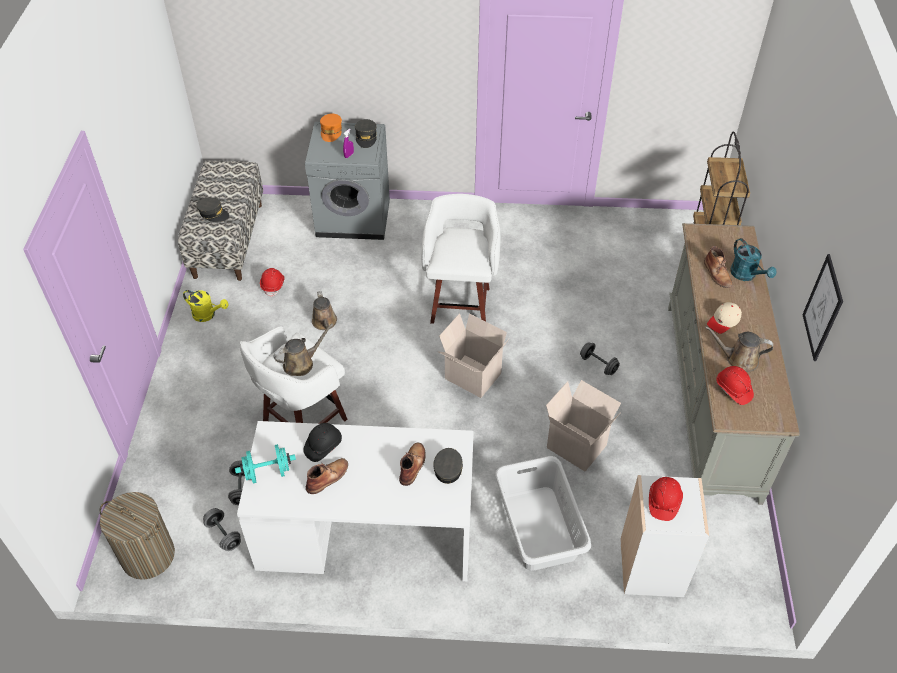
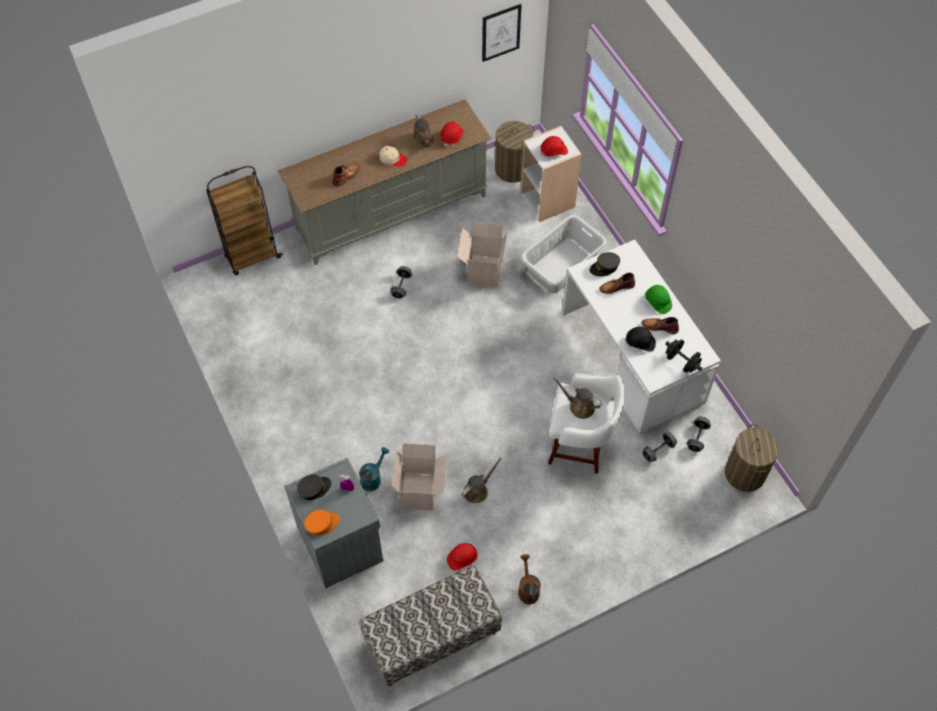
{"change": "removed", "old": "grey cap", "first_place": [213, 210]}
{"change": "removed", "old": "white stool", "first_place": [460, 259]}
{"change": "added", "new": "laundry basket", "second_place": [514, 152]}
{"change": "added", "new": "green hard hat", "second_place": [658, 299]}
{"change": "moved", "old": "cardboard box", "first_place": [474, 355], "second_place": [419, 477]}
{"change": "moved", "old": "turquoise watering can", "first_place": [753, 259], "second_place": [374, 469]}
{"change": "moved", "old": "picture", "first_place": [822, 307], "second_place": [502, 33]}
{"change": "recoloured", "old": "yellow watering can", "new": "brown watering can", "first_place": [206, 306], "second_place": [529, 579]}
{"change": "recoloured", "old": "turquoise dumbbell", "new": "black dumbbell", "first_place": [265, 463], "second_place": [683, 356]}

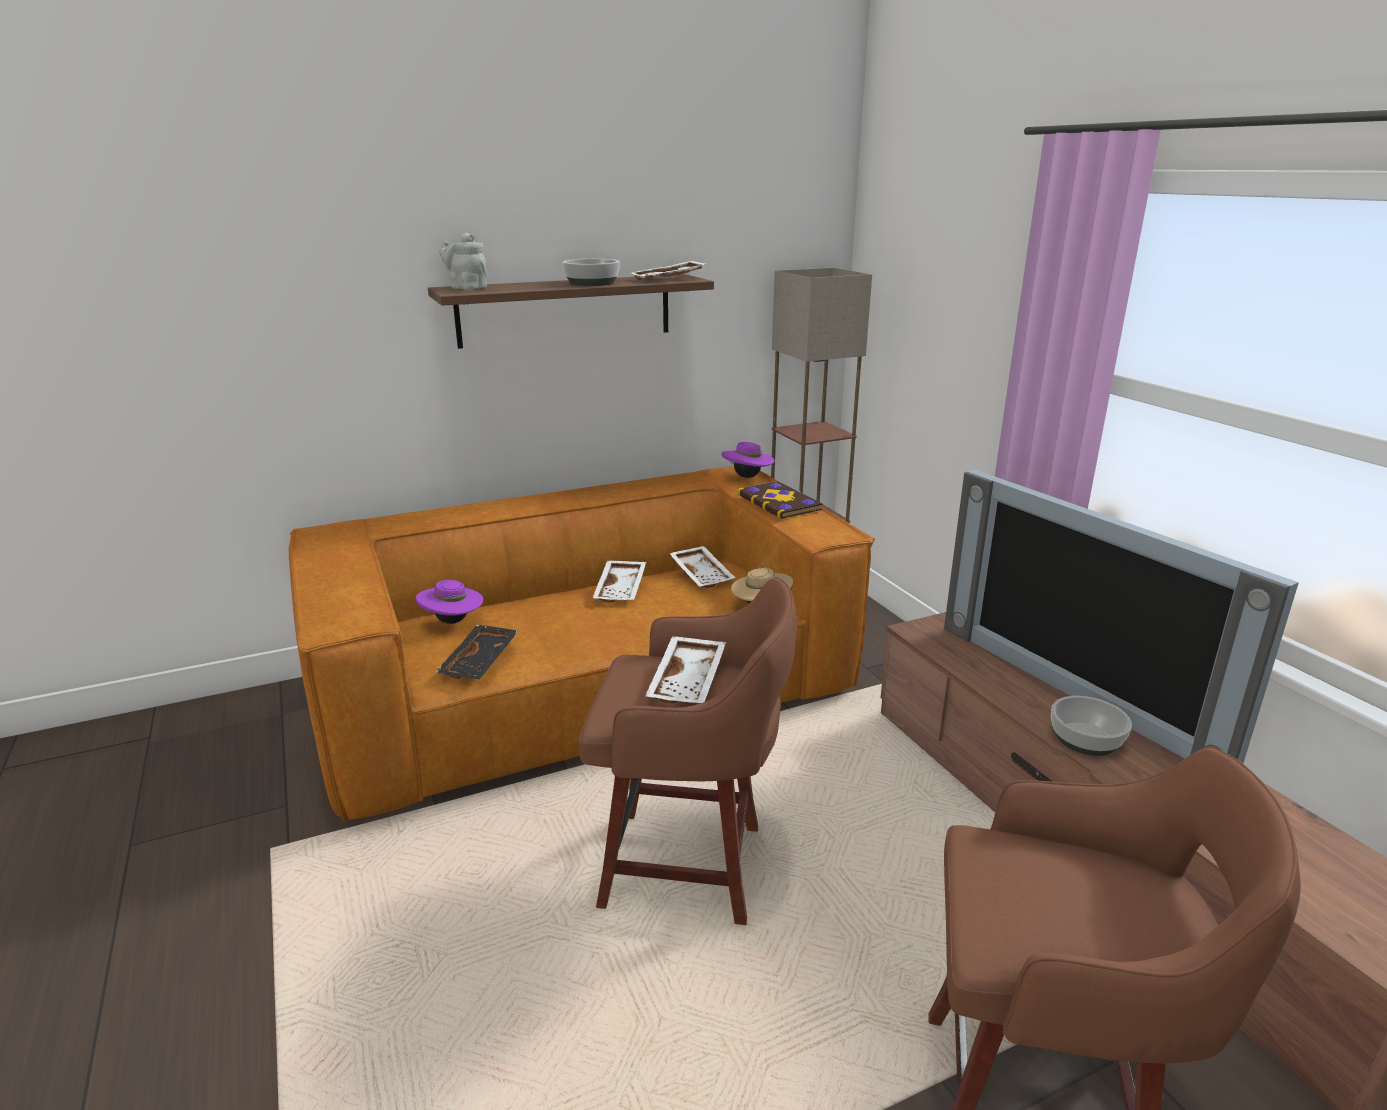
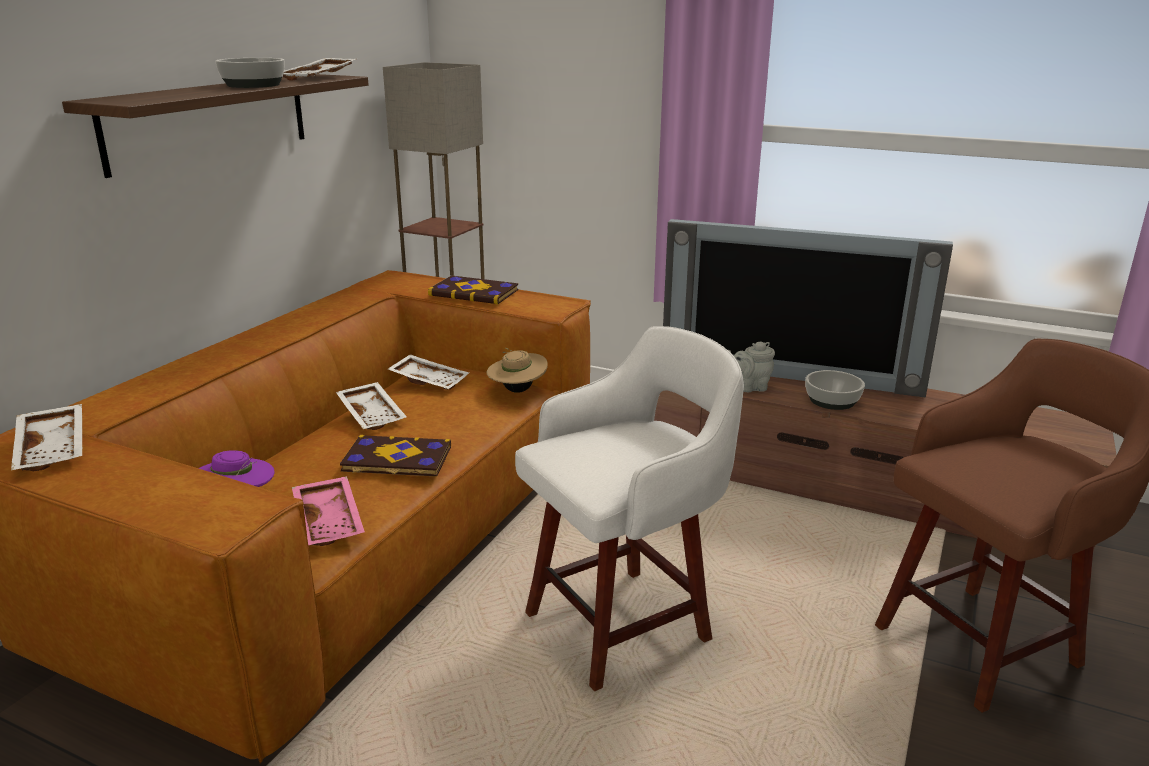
{"change": "removed", "old": "purple hat", "first_place": [748, 460]}
{"change": "added", "new": "book", "second_place": [395, 456]}
{"change": "moved", "old": "grey teapot", "first_place": [463, 261], "second_place": [751, 366]}
{"change": "moved", "old": "white tray", "first_place": [685, 669], "second_place": [46, 437]}
{"change": "recoloured", "old": "black tray", "new": "pink tray", "first_place": [476, 652], "second_place": [328, 511]}
{"change": "recoloured", "old": "brown stool", "new": "white stool", "first_place": [688, 751], "second_place": [629, 508]}

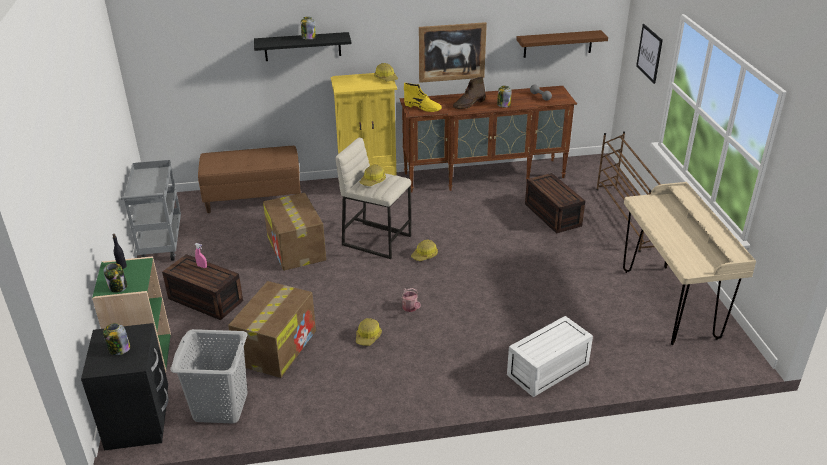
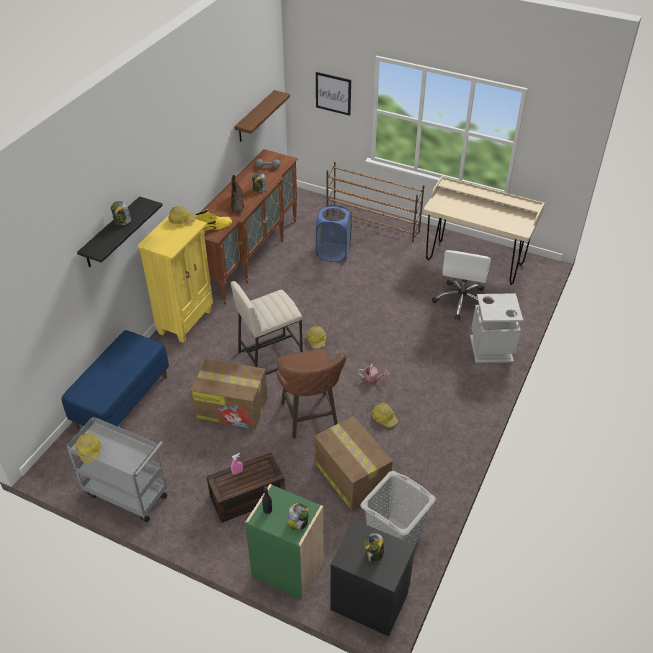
{"change": "removed", "old": "picture", "first_place": [453, 52]}
{"change": "added", "new": "brown stool", "second_place": [312, 393]}
{"change": "added", "new": "white office chair", "second_place": [461, 285]}
{"change": "moved", "old": "hard hat", "first_place": [373, 175], "second_place": [88, 448]}
{"change": "replaced", "old": "white storage box", "new": "grey trash can", "first_place": [550, 356], "second_place": [496, 328]}
{"change": "replaced", "old": "brown storage box", "new": "blue laundry basket", "first_place": [555, 203], "second_place": [334, 233]}
{"change": "recoloured", "old": "brown bench", "new": "blue bench", "first_place": [249, 179], "second_place": [115, 380]}

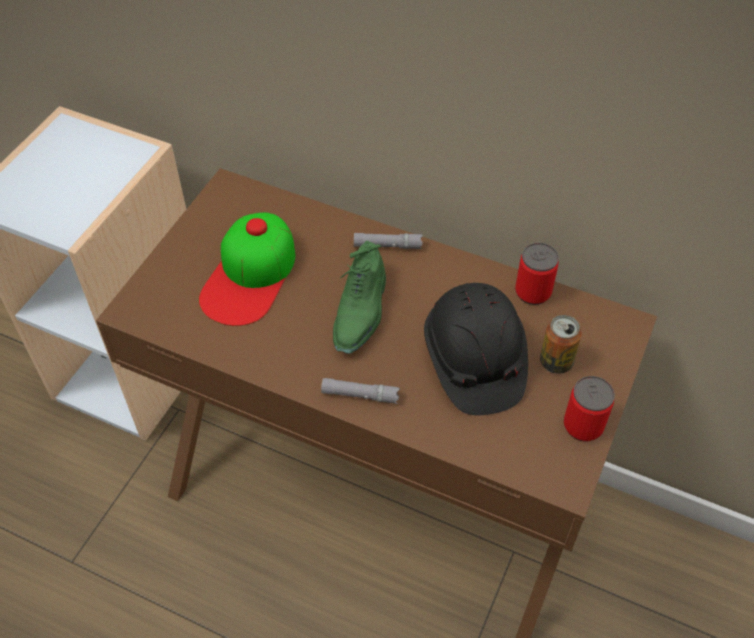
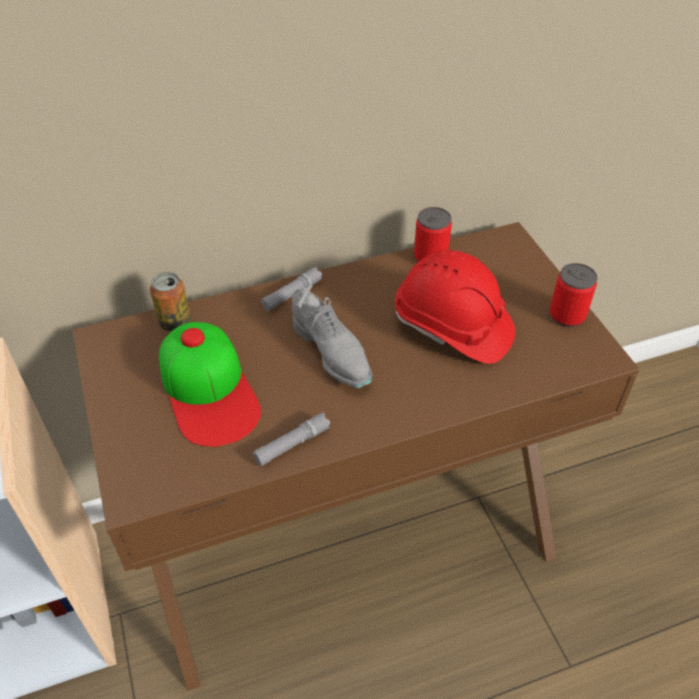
{"change": "moved", "old": "grey flashlight", "first_place": [360, 391], "second_place": [291, 440]}
{"change": "moved", "old": "can", "first_place": [561, 344], "second_place": [170, 301]}
{"change": "recoloured", "old": "green shoe", "new": "grey shoe", "first_place": [359, 297], "second_place": [332, 336]}
{"change": "recoloured", "old": "black hard hat", "new": "red hard hat", "first_place": [476, 349], "second_place": [455, 307]}

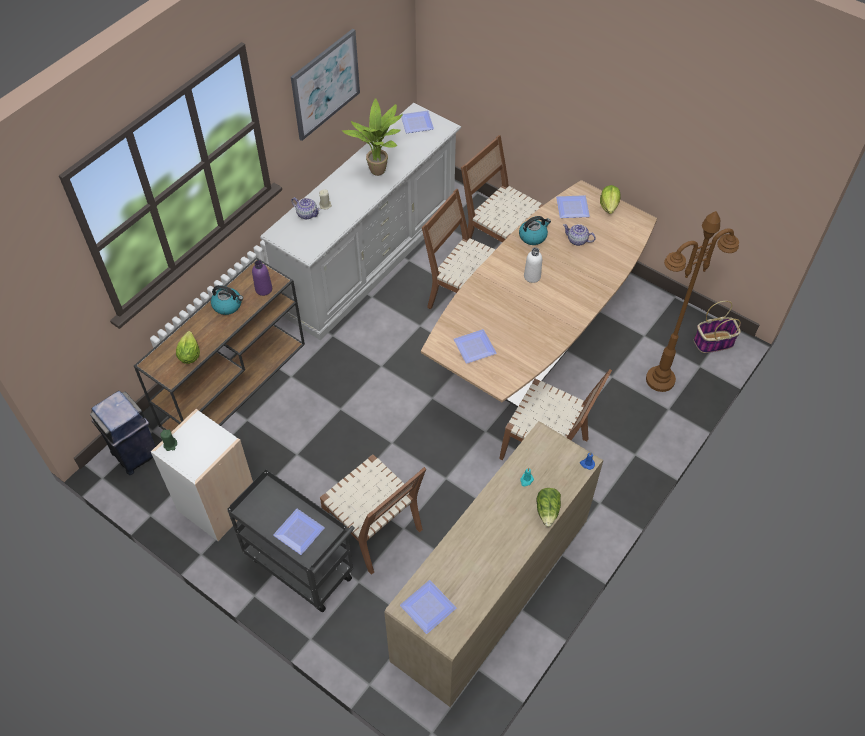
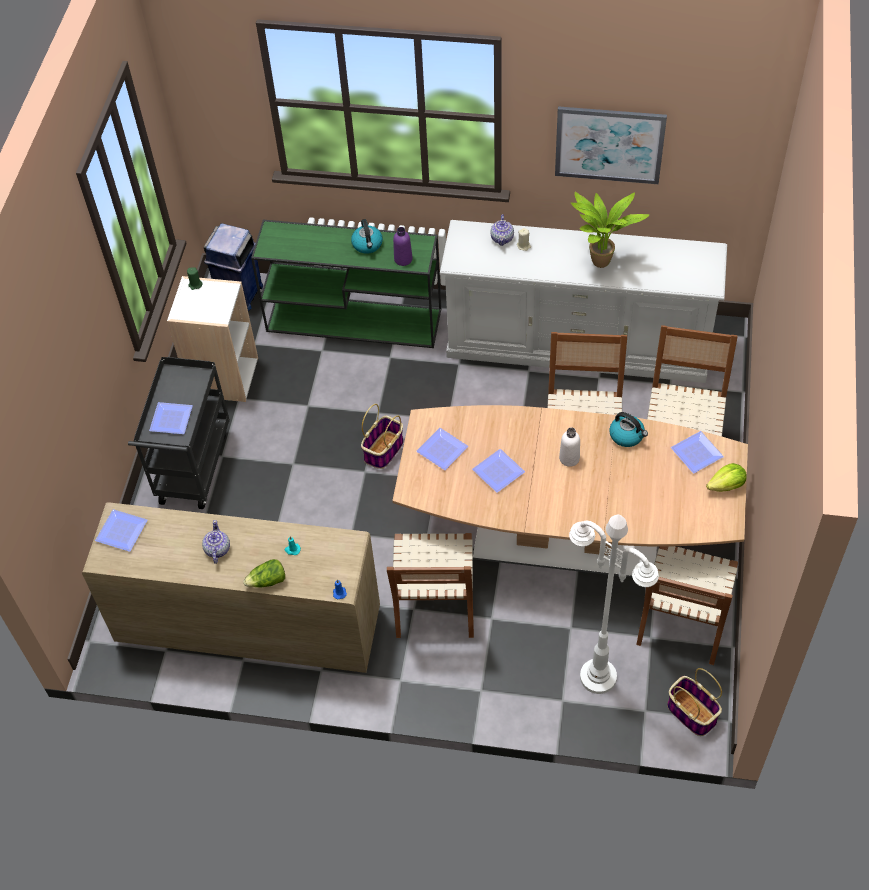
{"change": "removed", "old": "lettuce", "first_place": [188, 347]}
{"change": "added", "new": "basket", "second_place": [382, 436]}
{"change": "moved", "old": "chair", "first_place": [373, 514], "second_place": [687, 605]}
{"change": "moved", "old": "plate", "first_place": [417, 121], "second_place": [498, 471]}
{"change": "moved", "old": "teapot", "first_place": [579, 235], "second_place": [216, 542]}
{"change": "recoloured", "old": "brown console table", "new": "green console table", "first_place": [219, 344], "second_place": [346, 284]}
{"change": "recoloured", "old": "brown floor lamp", "new": "white floor lamp", "first_place": [692, 301], "second_place": [614, 604]}

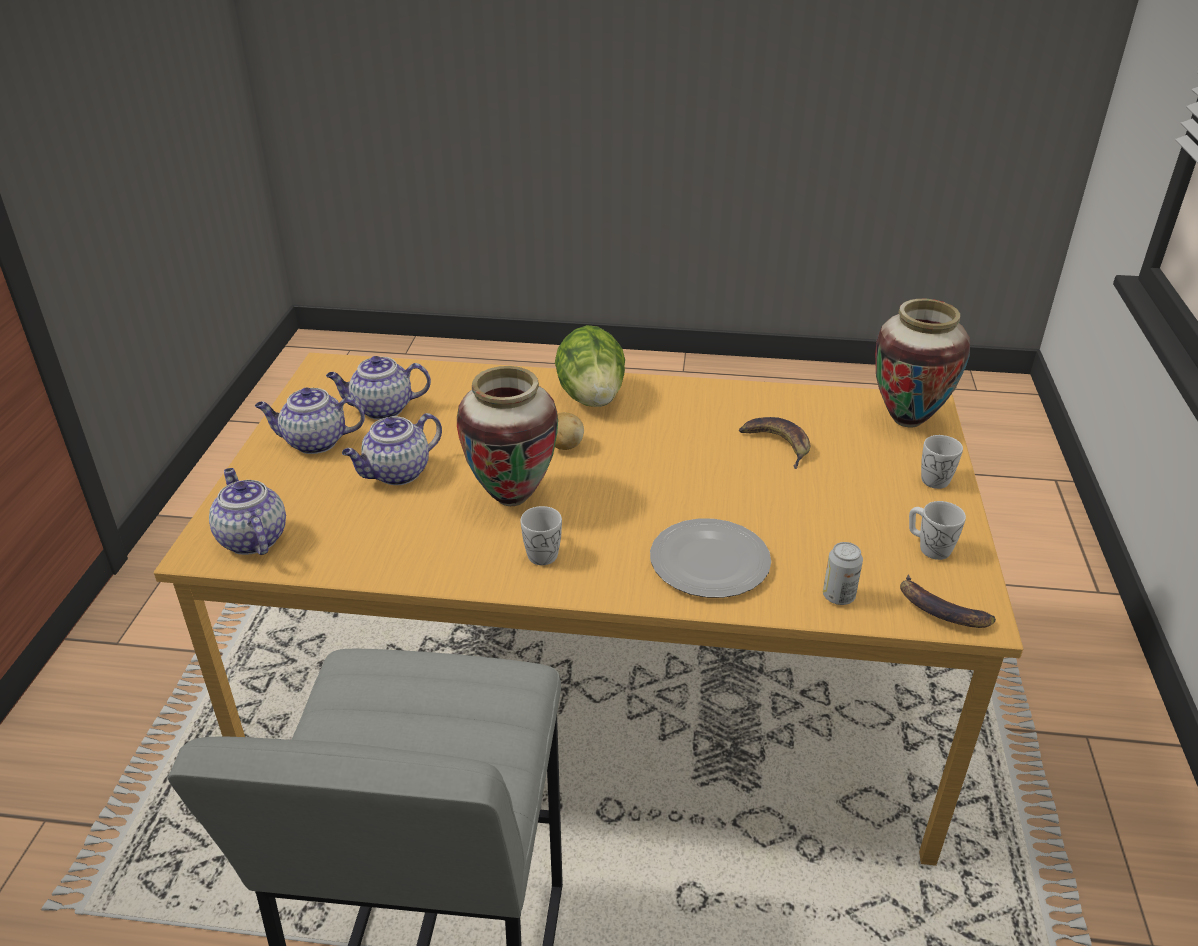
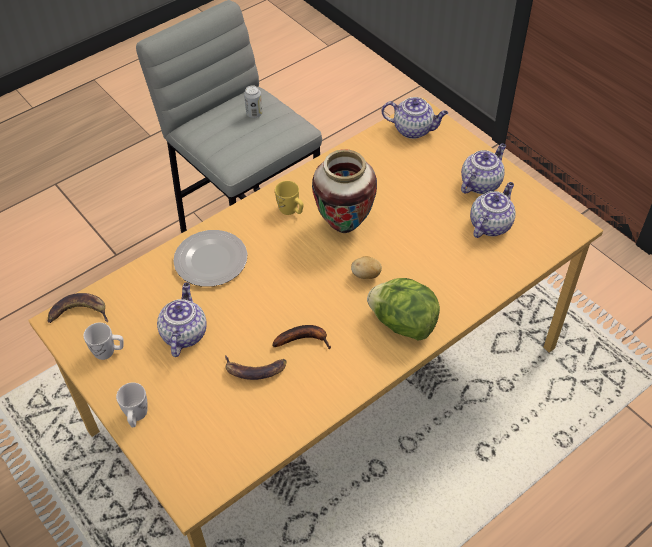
{"change": "removed", "old": "vase", "first_place": [922, 363]}
{"change": "added", "new": "banana", "second_place": [302, 337]}
{"change": "moved", "old": "teapot", "first_place": [392, 449], "second_place": [182, 319]}
{"change": "moved", "old": "can", "first_place": [843, 573], "second_place": [253, 101]}
{"change": "recoloured", "old": "white mug", "new": "yellow mug", "first_place": [541, 535], "second_place": [289, 198]}

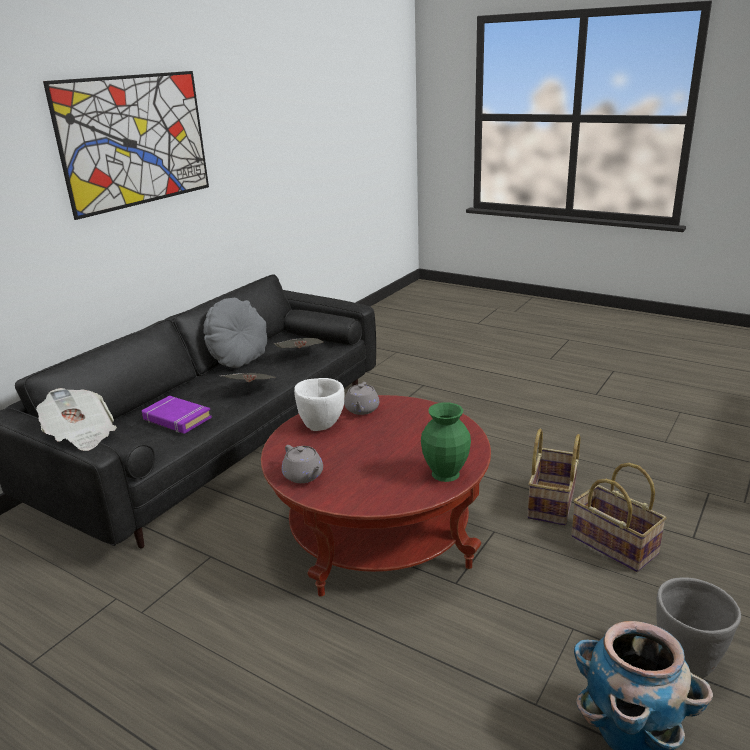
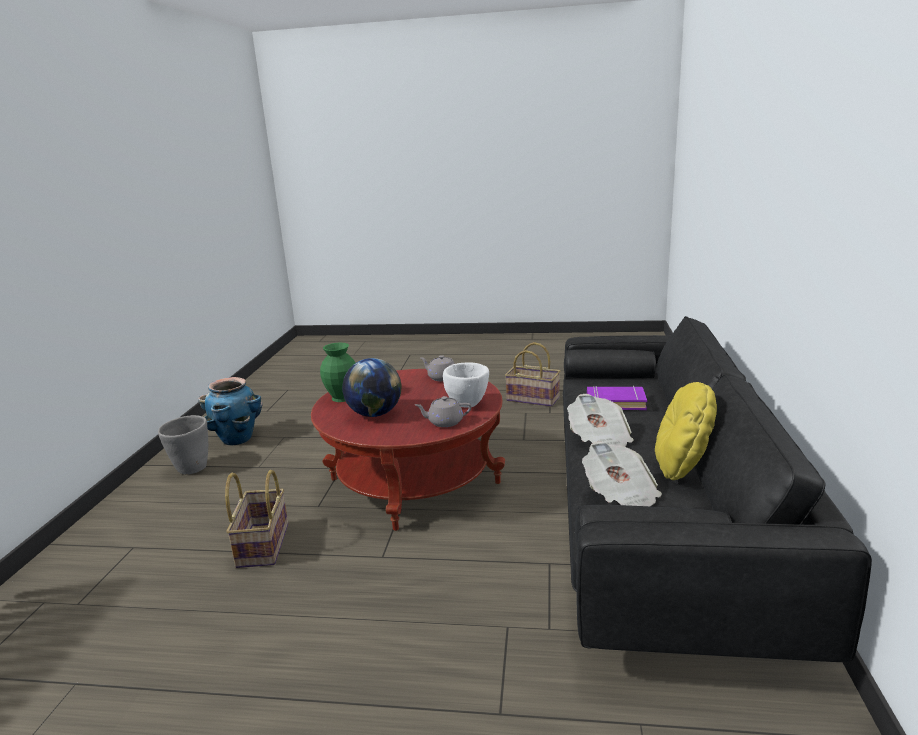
{"change": "removed", "old": "newspaper", "first_place": [76, 419]}
{"change": "removed", "old": "picture", "first_place": [126, 145]}
{"change": "added", "new": "globe", "second_place": [371, 387]}
{"change": "moved", "old": "basket", "first_place": [619, 517], "second_place": [532, 374]}
{"change": "recoloured", "old": "grey pillow", "new": "yellow pillow", "first_place": [235, 333], "second_place": [686, 431]}
{"change": "turned", "old": "grey teapot", "first_place": [361, 398], "second_place": [443, 411], "degrees": -75}

